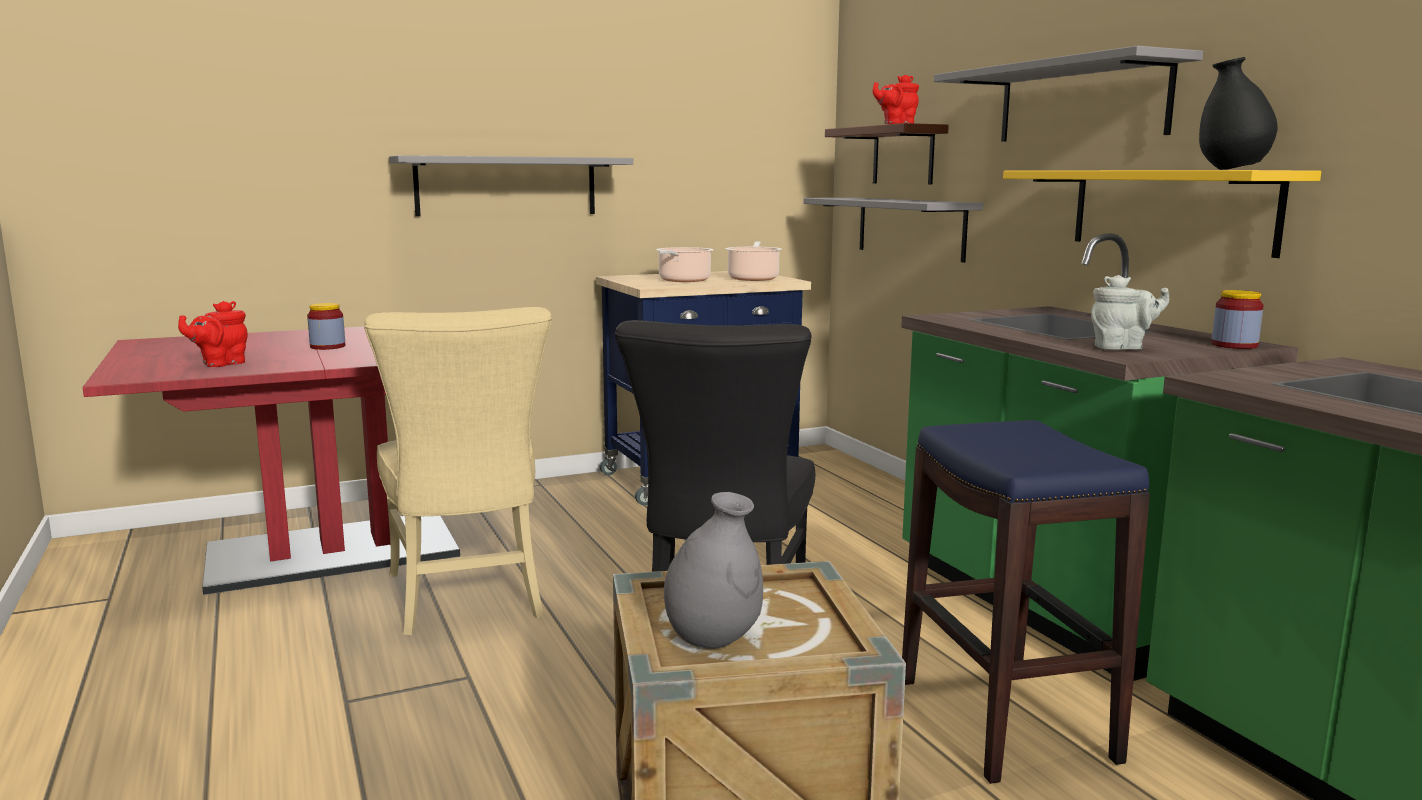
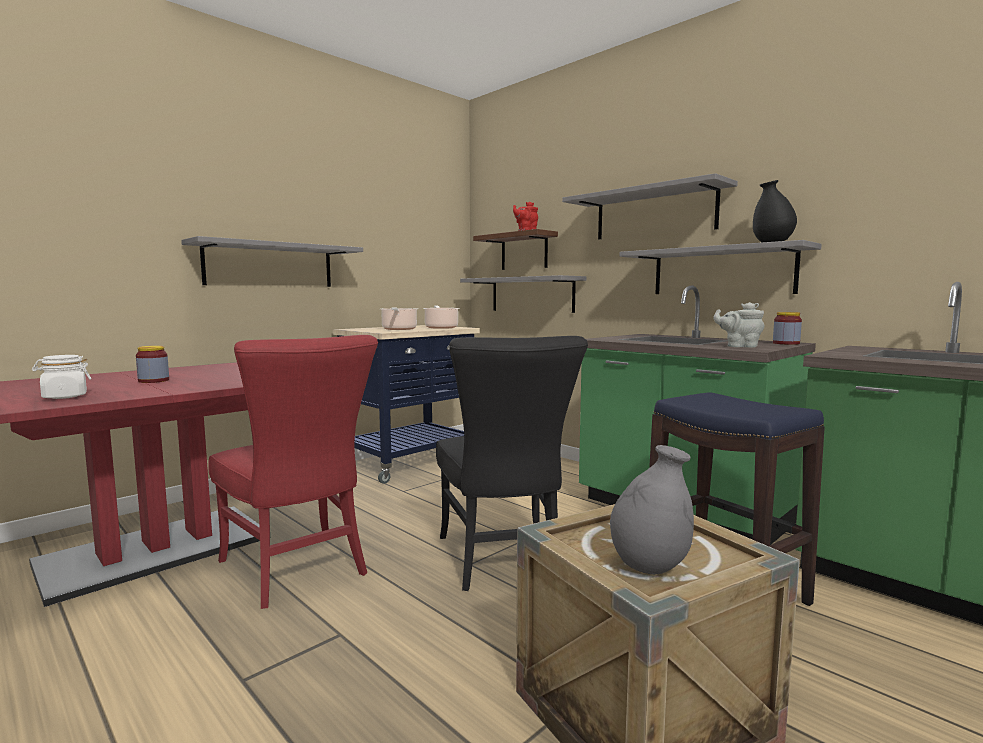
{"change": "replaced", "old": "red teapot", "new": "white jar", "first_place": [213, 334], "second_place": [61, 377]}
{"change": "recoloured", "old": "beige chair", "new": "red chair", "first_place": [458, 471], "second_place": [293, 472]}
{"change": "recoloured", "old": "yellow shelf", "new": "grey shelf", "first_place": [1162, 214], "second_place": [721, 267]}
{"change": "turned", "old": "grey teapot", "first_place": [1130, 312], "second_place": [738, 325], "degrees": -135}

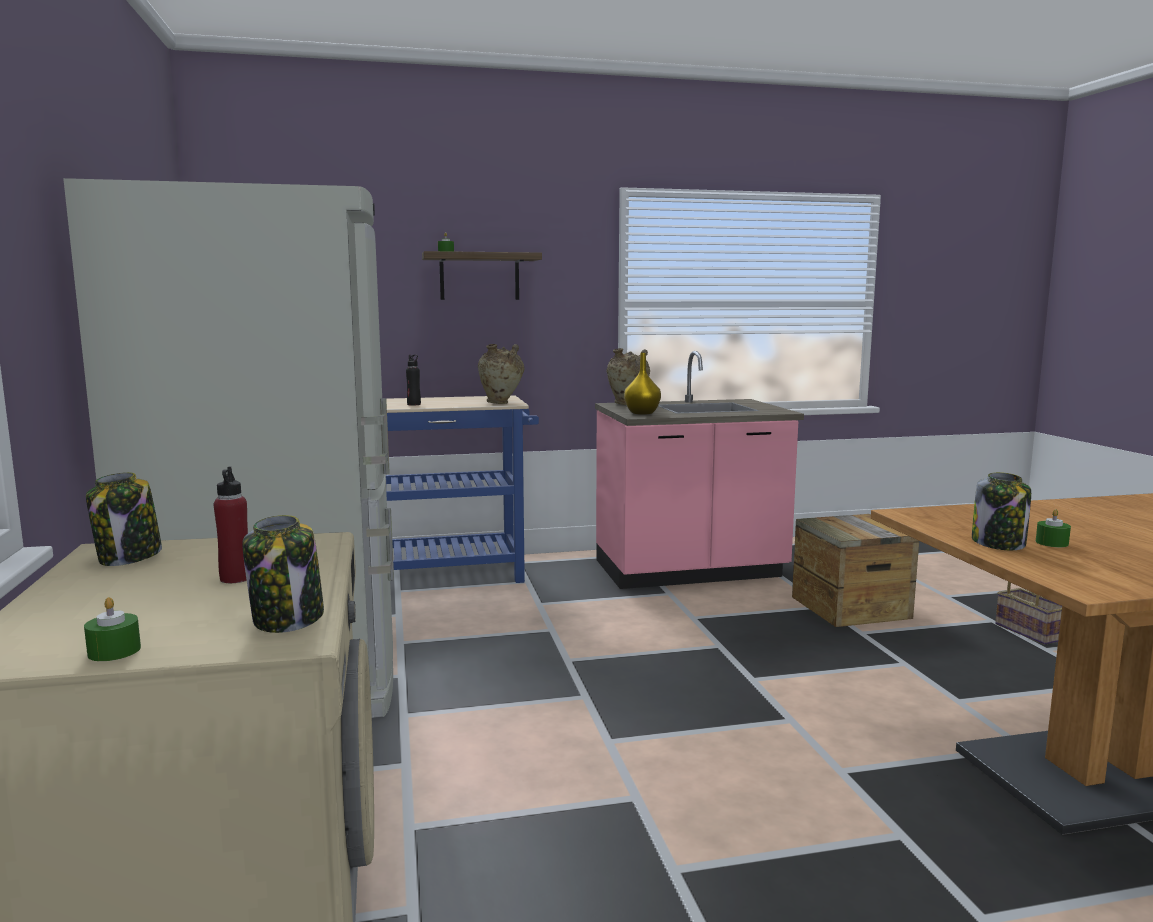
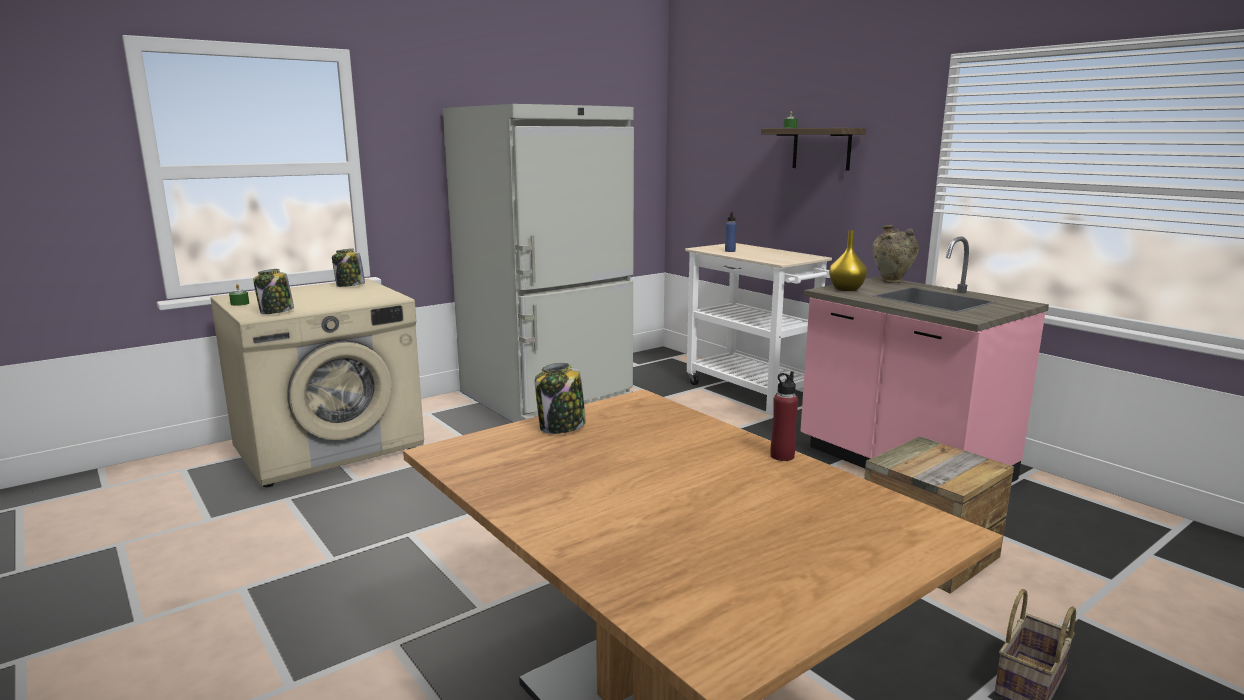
{"change": "removed", "old": "beige vase", "first_place": [501, 374]}
{"change": "removed", "old": "green candle", "first_place": [1053, 528]}
{"change": "moved", "old": "red bottle", "first_place": [231, 525], "second_place": [784, 416]}
{"change": "recoloured", "old": "blue cart", "new": "white cart", "first_place": [462, 489], "second_place": [758, 329]}
{"change": "recoloured", "old": "black bottle", "new": "blue bottle", "first_place": [413, 380], "second_place": [731, 232]}

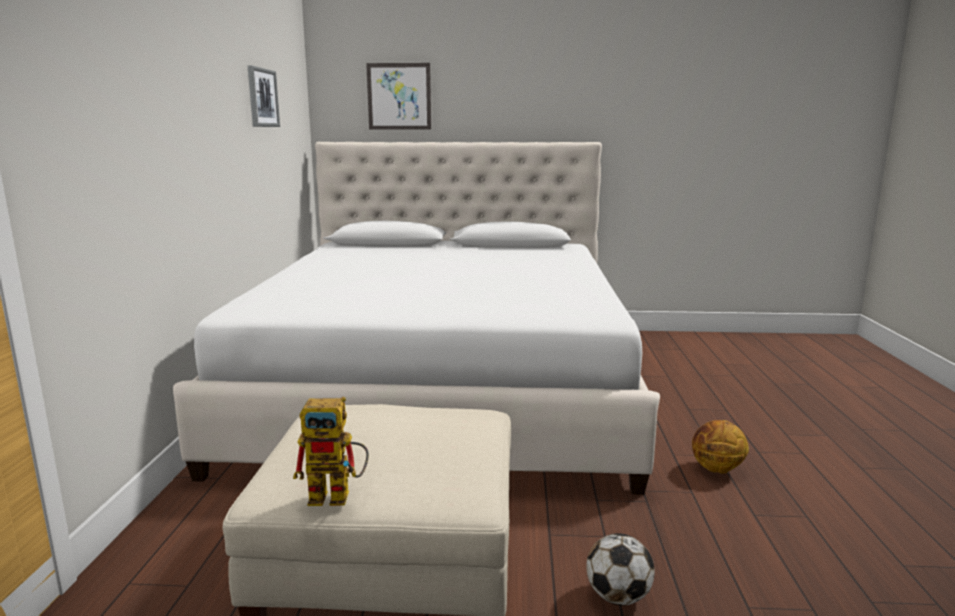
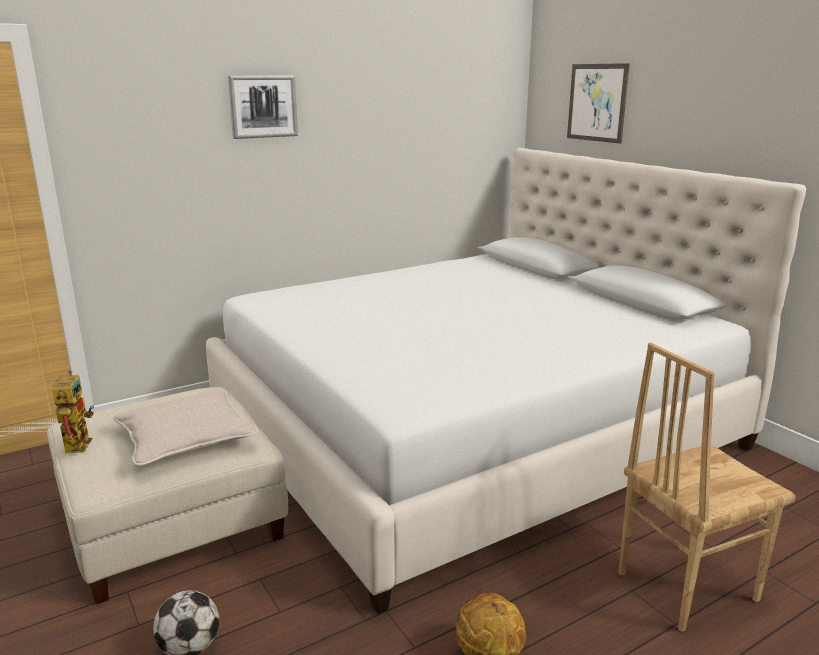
{"change": "added", "new": "beige pillow", "second_place": [186, 428]}
{"change": "added", "new": "brown chair", "second_place": [707, 487]}
{"change": "moved", "old": "picture", "first_place": [264, 96], "second_place": [263, 107]}
{"change": "turned", "old": "toy robot", "first_place": [331, 451], "second_place": [73, 411], "degrees": -150}

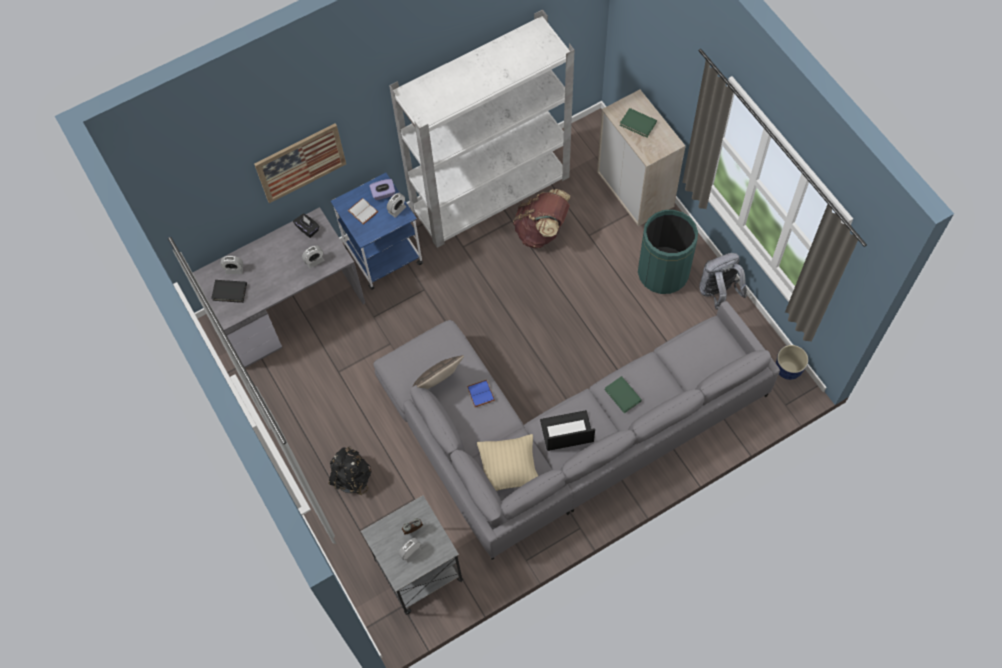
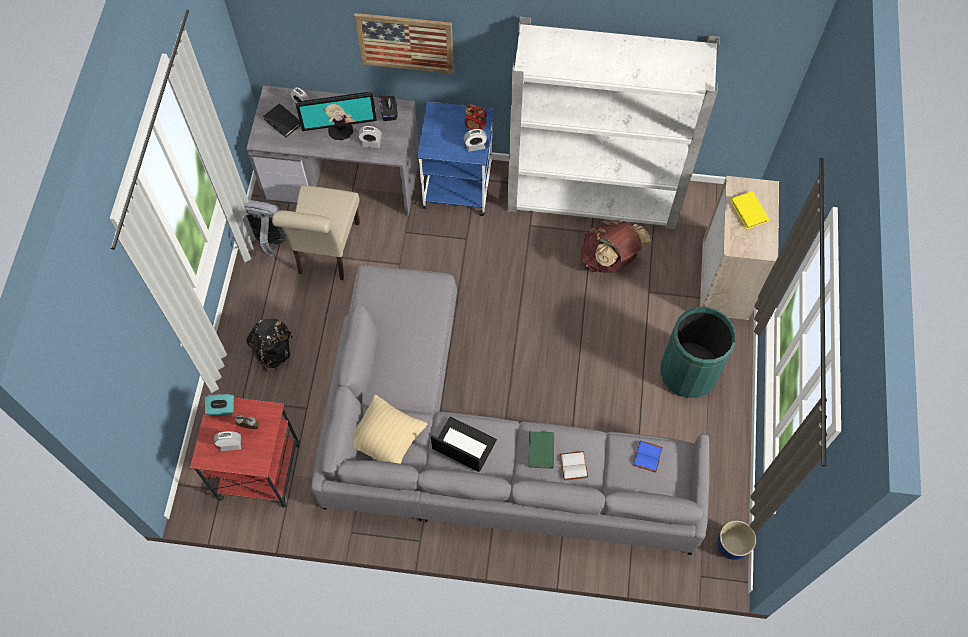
{"change": "removed", "old": "pillow", "first_place": [438, 372]}
{"change": "added", "new": "turquoise tissue box", "second_place": [219, 405]}
{"change": "added", "new": "beige chair", "second_place": [316, 232]}
{"change": "added", "new": "monitor", "second_place": [336, 116]}
{"change": "moved", "old": "white book", "first_place": [363, 211], "second_place": [574, 465]}
{"change": "moved", "old": "blue book", "first_place": [481, 393], "second_place": [648, 456]}
{"change": "moved", "old": "grey backpack", "first_place": [723, 281], "second_place": [262, 229]}
{"change": "replaced", "old": "purple tissue box", "new": "radio", "first_place": [382, 189], "second_place": [475, 117]}
{"change": "recoloured", "old": "grey cart", "new": "red cart", "first_place": [412, 554], "second_place": [245, 451]}
{"change": "recoloured", "old": "green book", "new": "yellow book", "first_place": [638, 123], "second_place": [750, 210]}

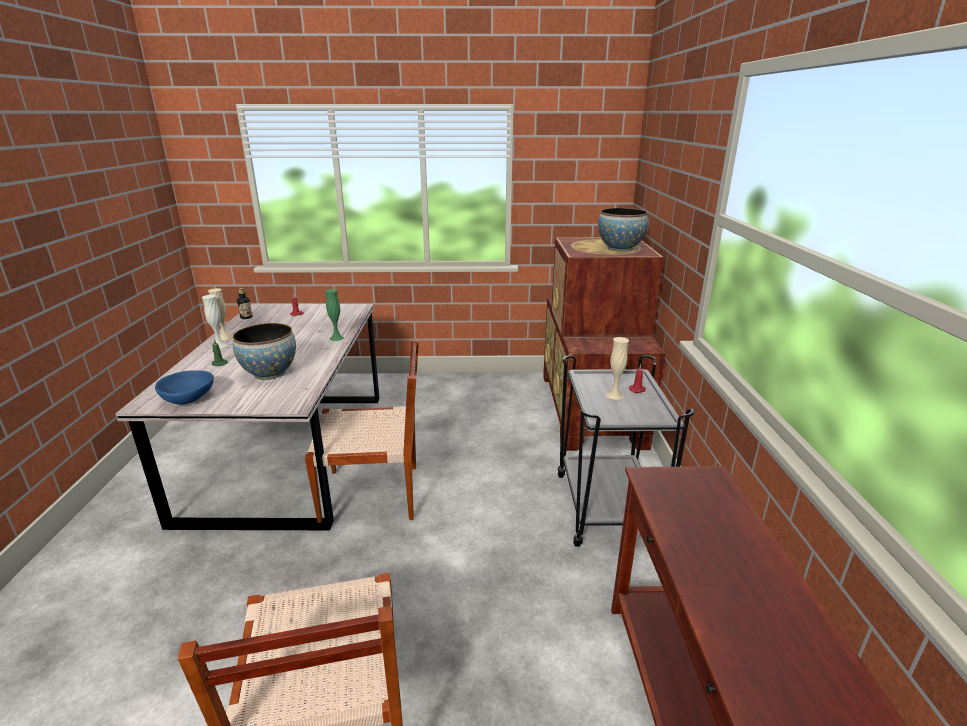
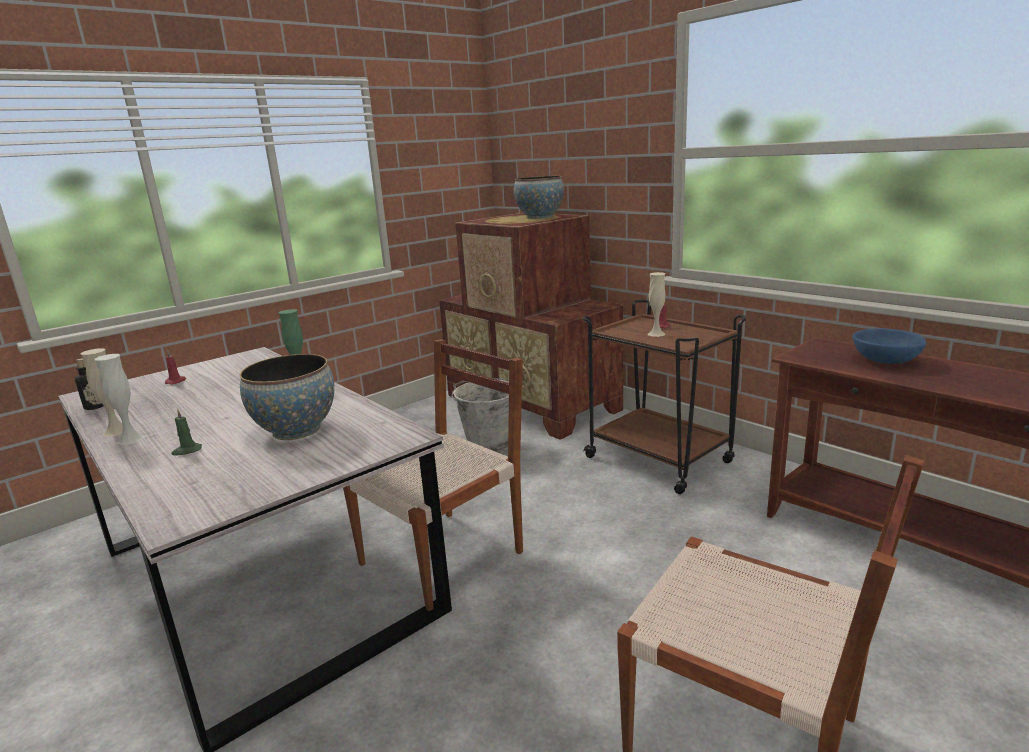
{"change": "added", "new": "grey bucket", "second_place": [480, 416]}
{"change": "moved", "old": "blue bowl", "first_place": [184, 387], "second_place": [889, 346]}
{"change": "recoloured", "old": "grey cart", "new": "brown cart", "first_place": [625, 451], "second_place": [664, 397]}

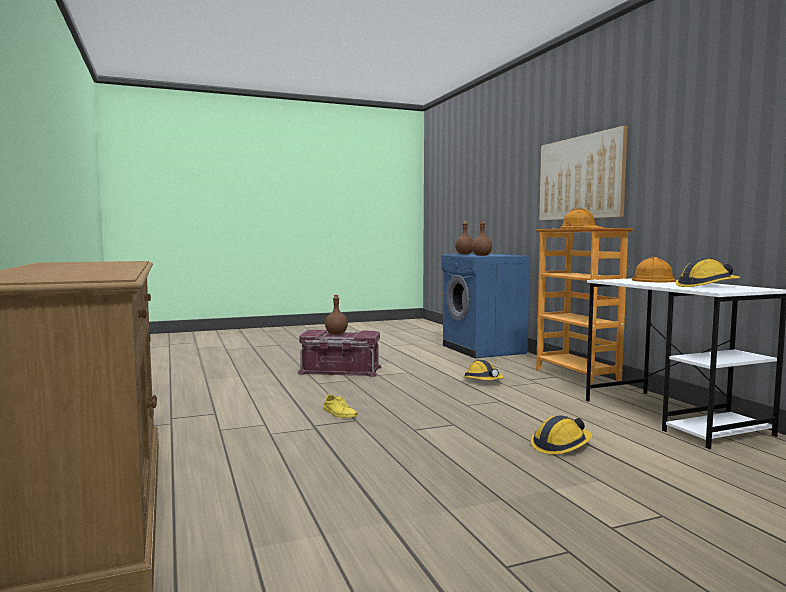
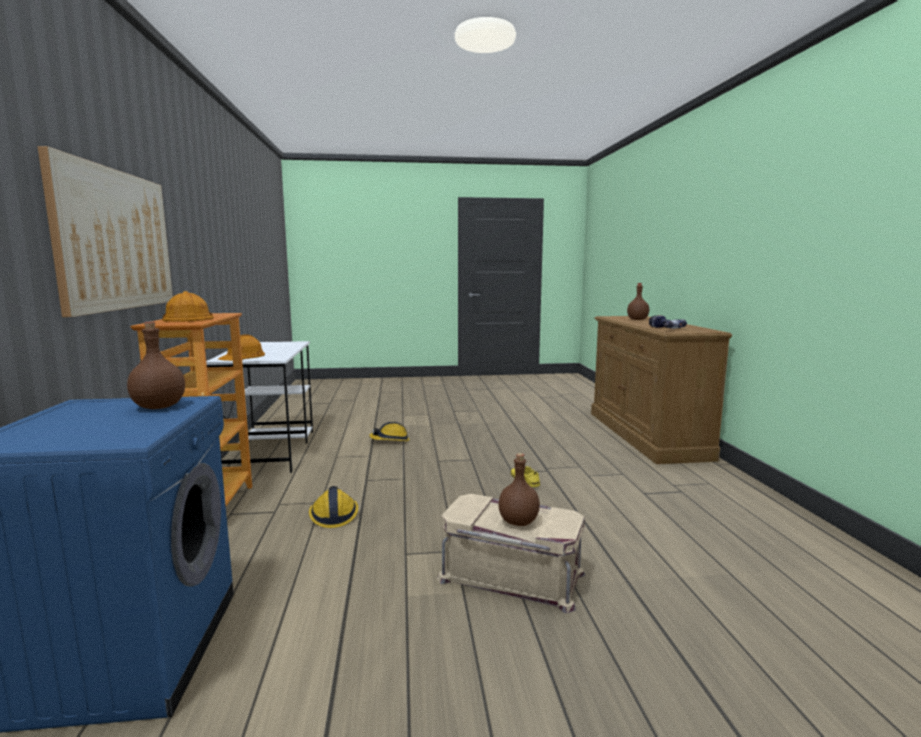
{"change": "removed", "old": "hard hat", "first_place": [707, 272]}
{"change": "added", "new": "power drill", "second_place": [668, 322]}
{"change": "moved", "old": "brown bottle", "first_place": [464, 237], "second_place": [638, 301]}
{"change": "recoloured", "old": "red storage box", "new": "beige storage box", "first_place": [339, 353], "second_place": [511, 553]}

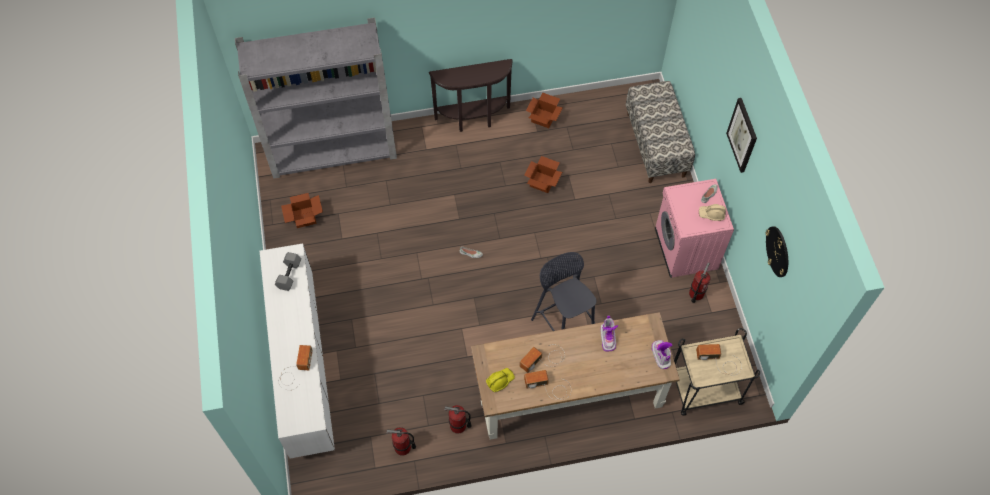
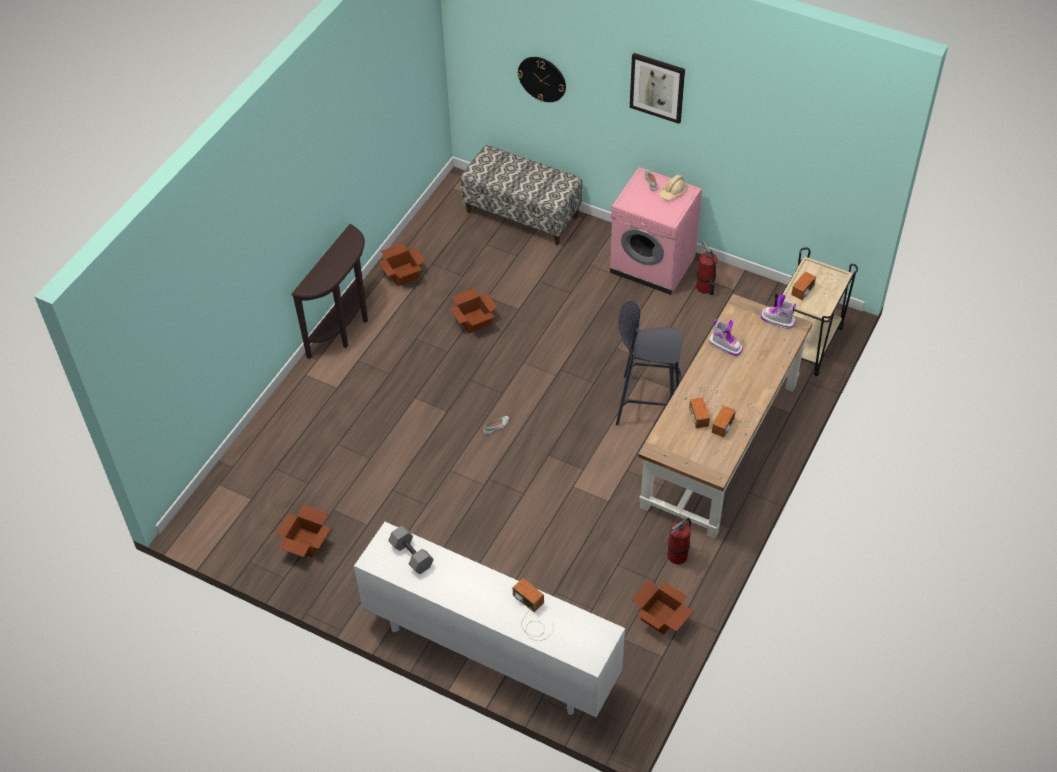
{"change": "removed", "old": "grey bookcase", "first_place": [316, 98]}
{"change": "removed", "old": "yellow hard hat", "first_place": [500, 380]}
{"change": "moved", "old": "wall clock", "first_place": [777, 251], "second_place": [541, 79]}
{"change": "replaced", "old": "fire extinguisher", "new": "cardboard box", "first_place": [401, 441], "second_place": [662, 607]}

